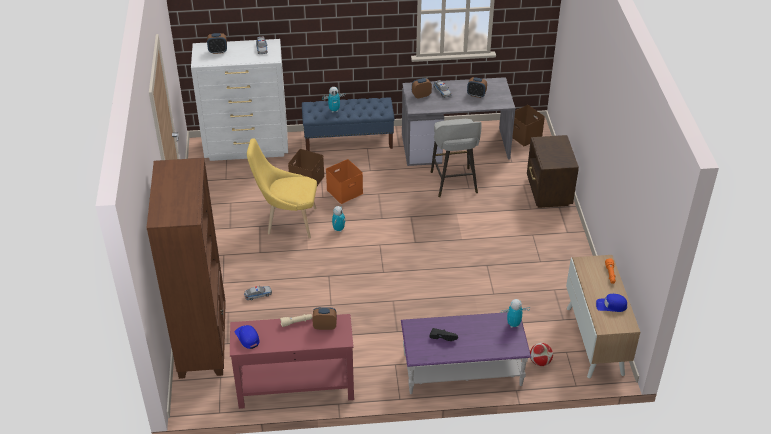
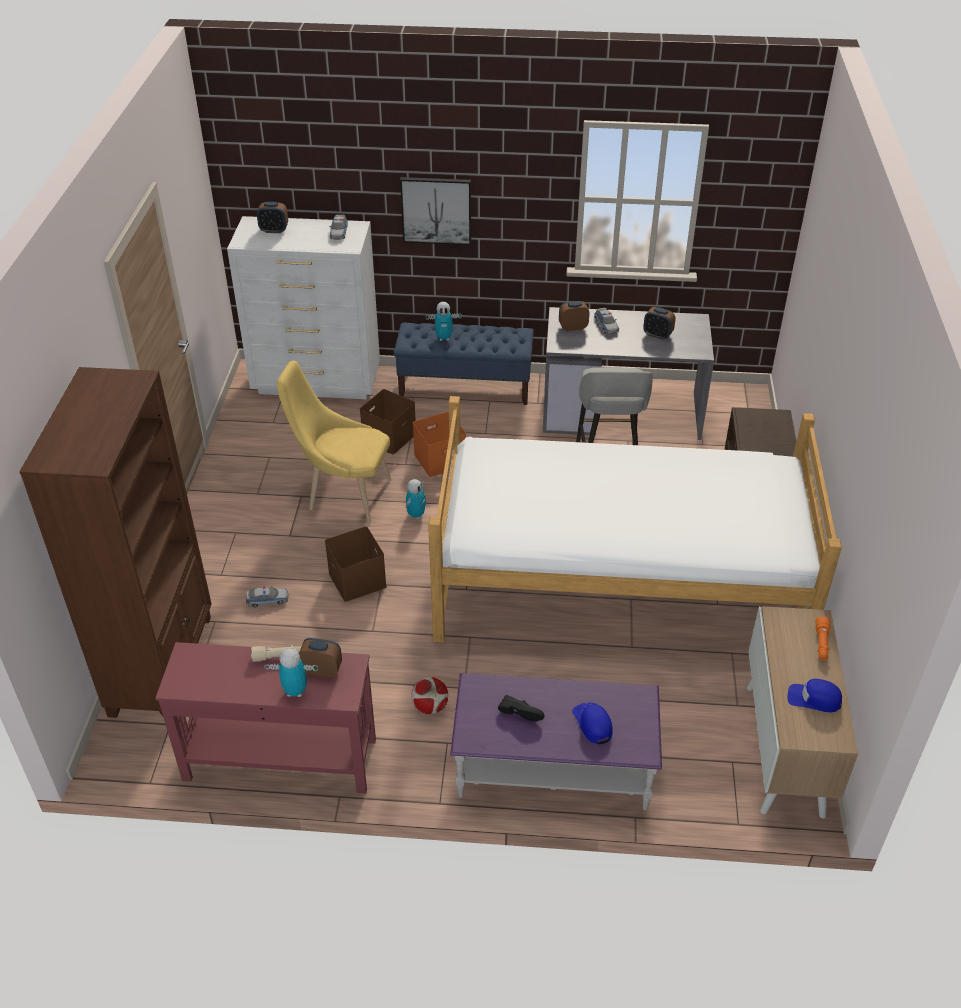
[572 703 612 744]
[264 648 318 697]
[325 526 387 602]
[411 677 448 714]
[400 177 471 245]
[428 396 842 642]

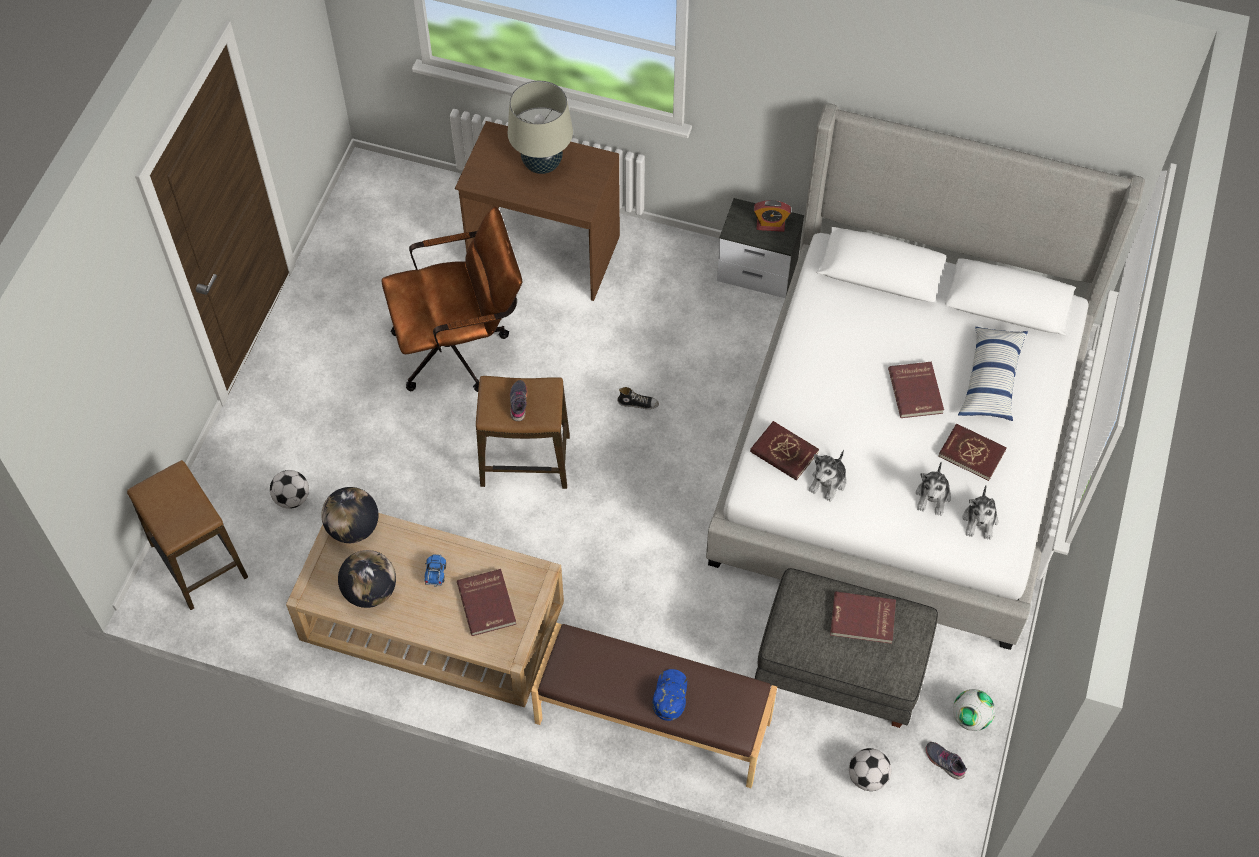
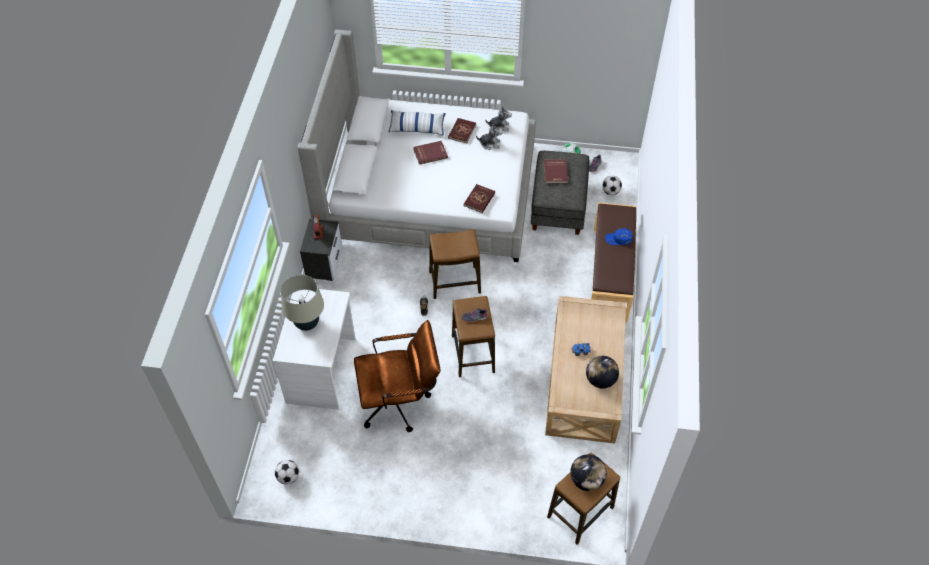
[275 460 299 485]
[570 454 607 491]
[354 320 441 432]
[273 289 356 410]
[457 569 516 636] (first image)
[809 450 847 502] (first image)
[429 229 481 299]

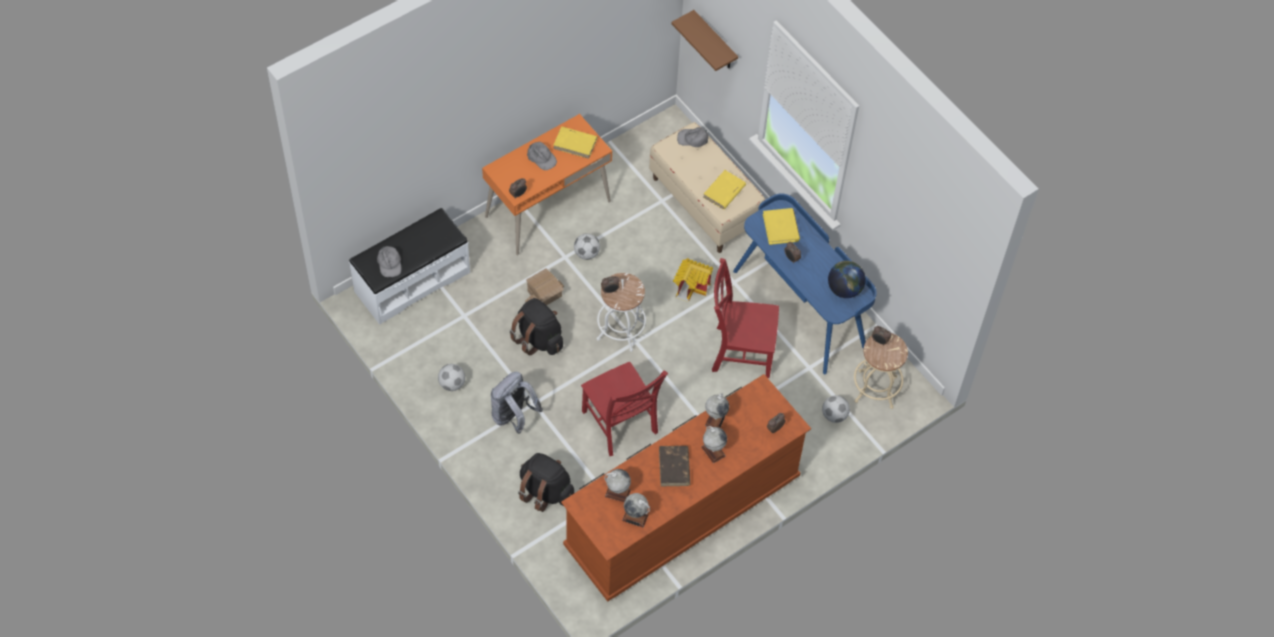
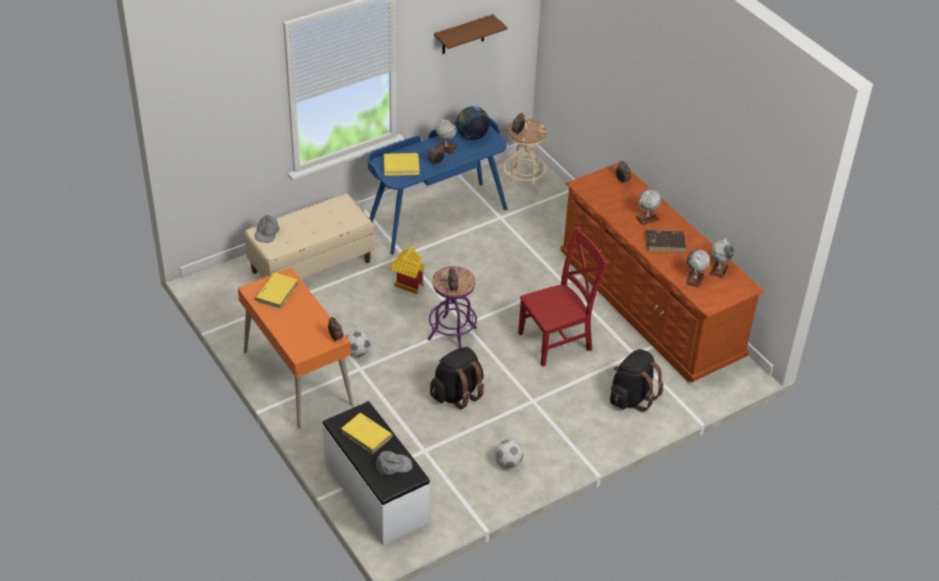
[491 372 543 434] (first image)
[525 268 564 305] (first image)
[527 142 557 170] (first image)
[428 266 477 348]
[434 15 508 54]
[341 413 393 454]
[435 119 457 154]
[712 258 779 378] (first image)
[822 395 850 423] (first image)

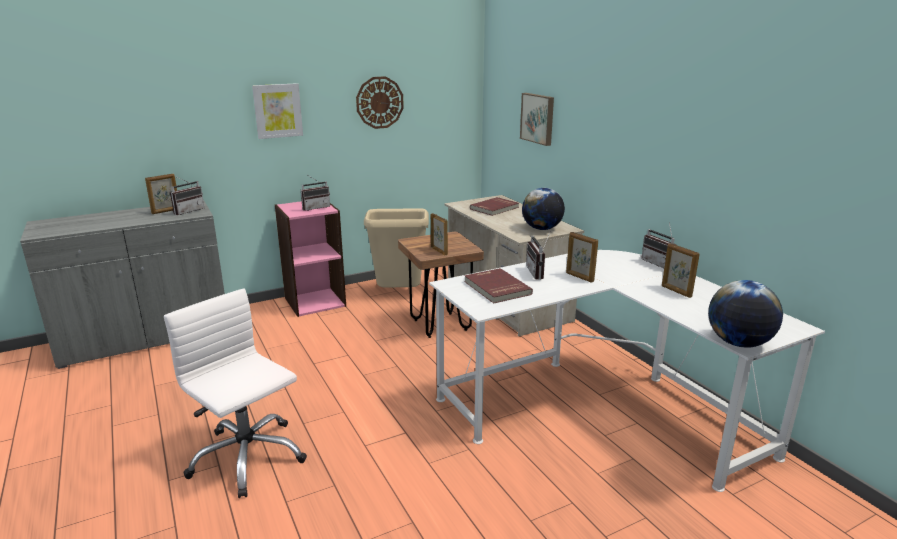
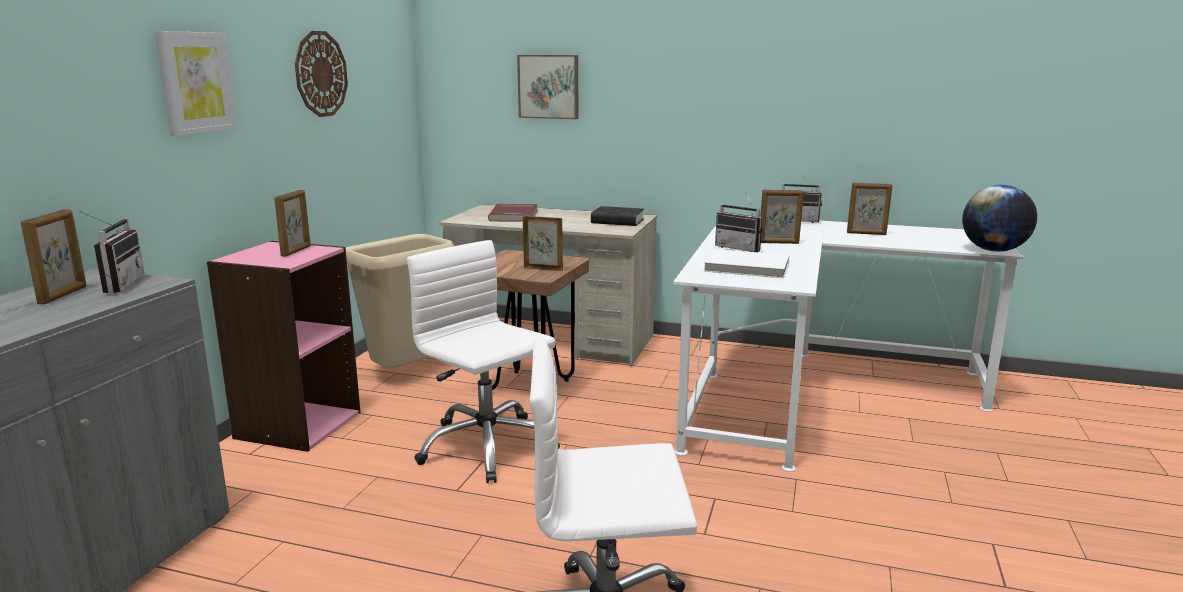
[274 190 311 257]
[704 249 789 278]
[591 206 644 226]
[407 240 560 483]

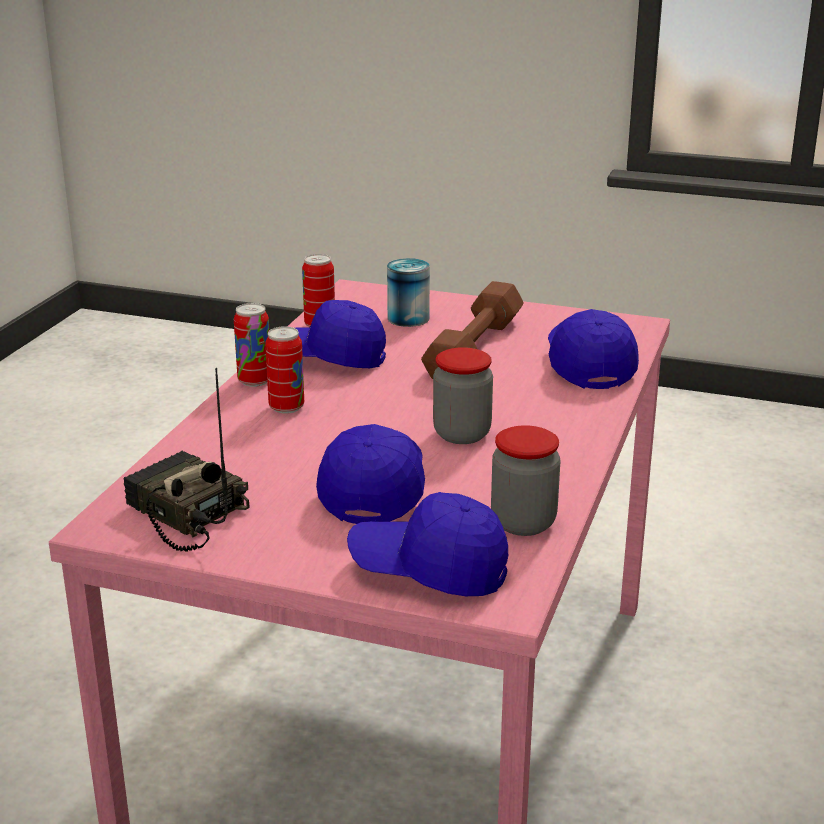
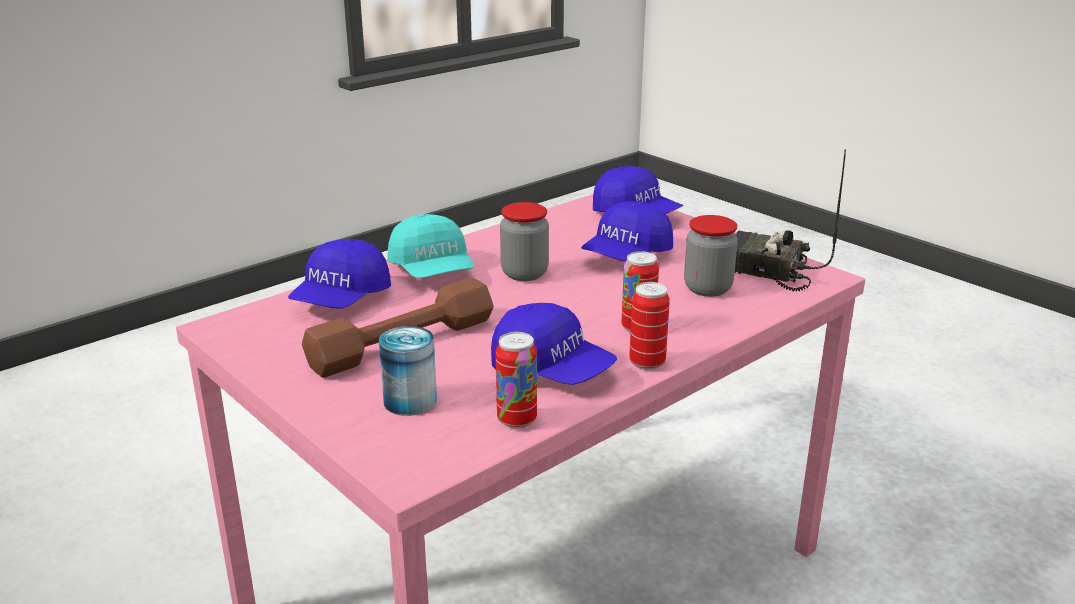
[735 149 846 291]
[684 215 738 297]
[387 214 474 278]

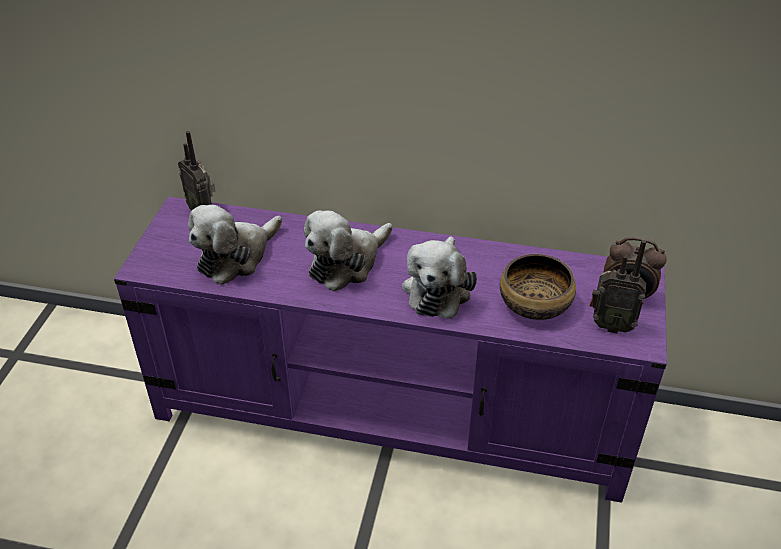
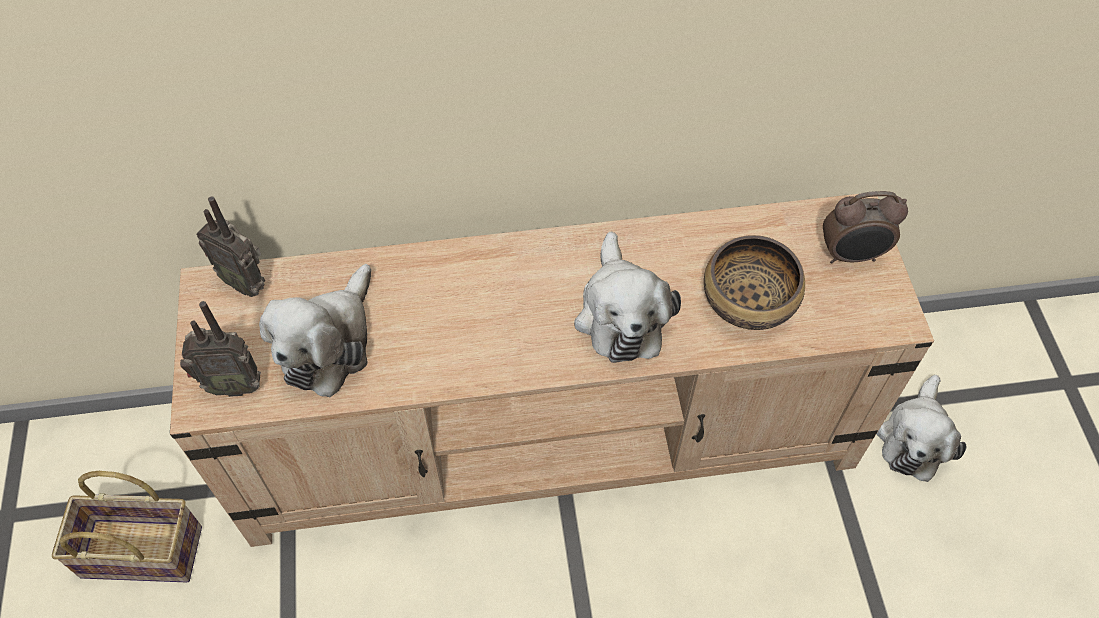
[170 194 934 547]
[877 375 967 482]
[180 301 261 397]
[52 471 202 582]

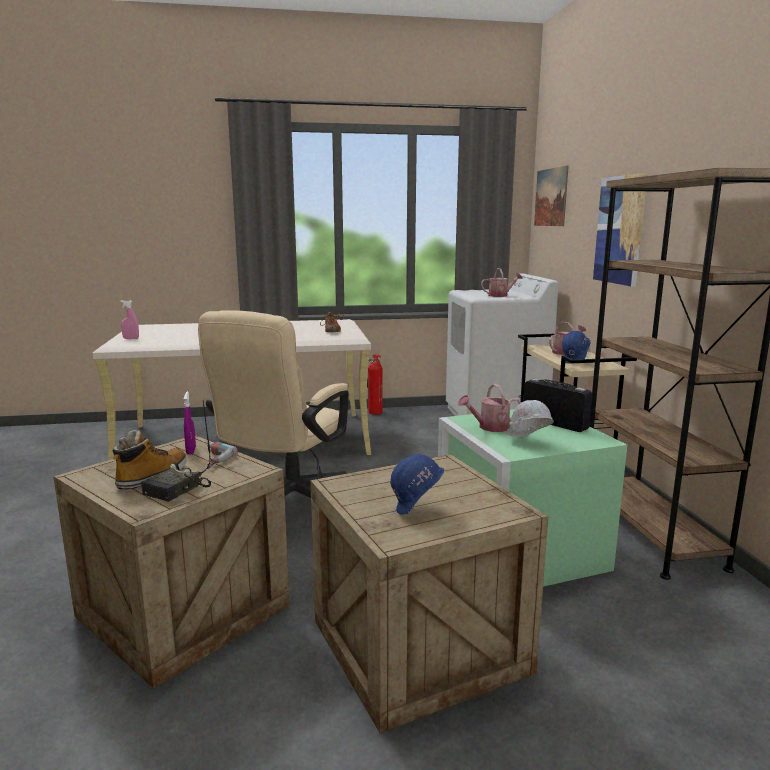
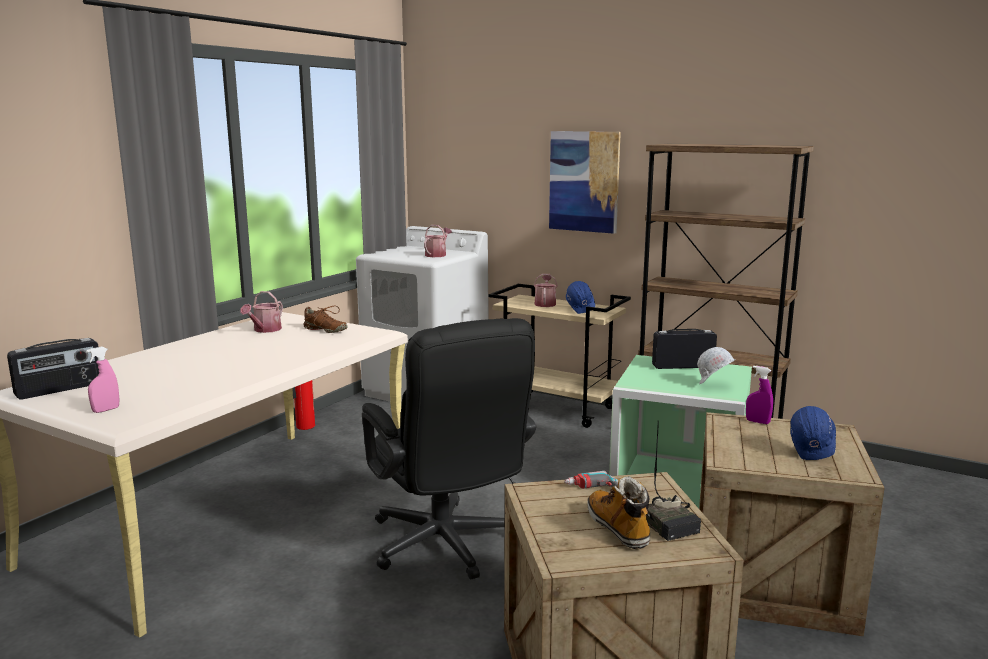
[746 366 773 424]
[362 318 536 580]
[240 291 283 333]
[534 165 569 226] (first image)
[7 338 99 399]

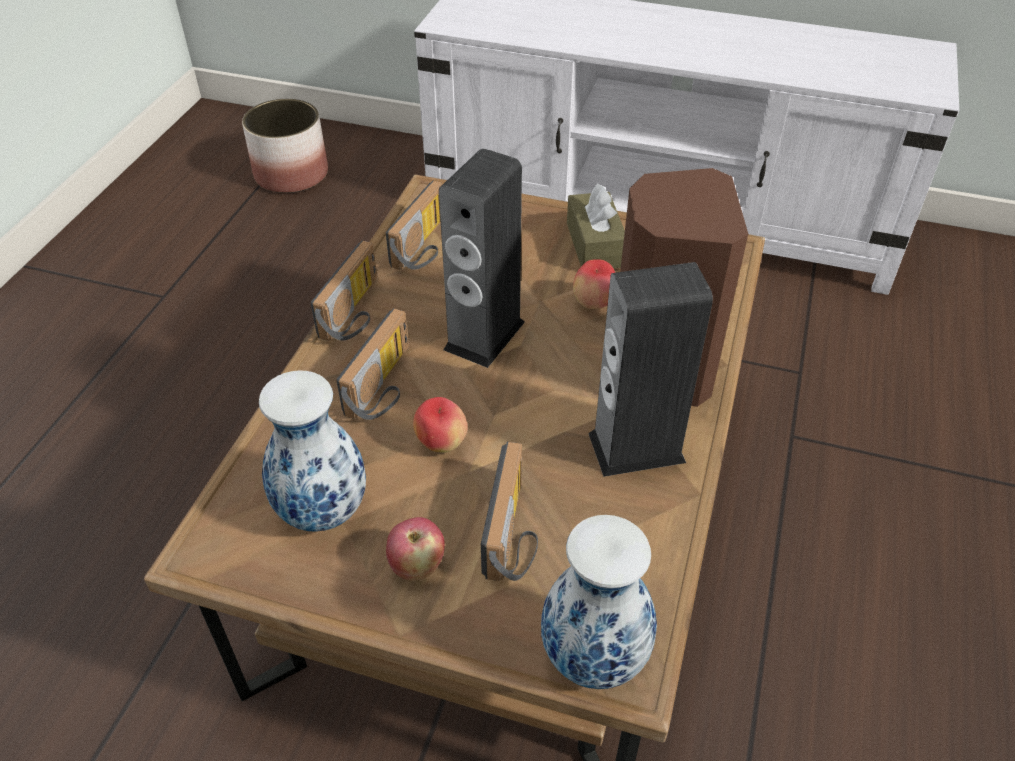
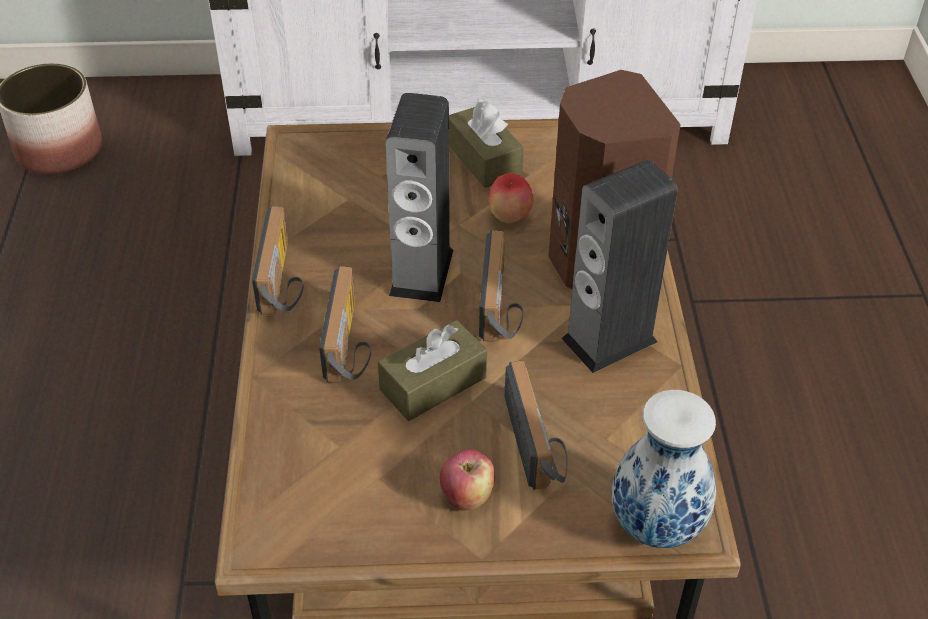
[259 370 366 532] (first image)
[479 230 523 342]
[378 320 487 421]

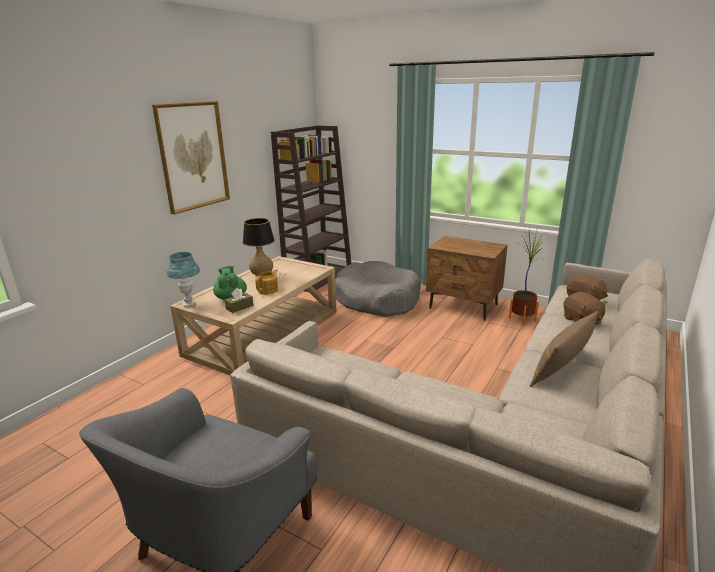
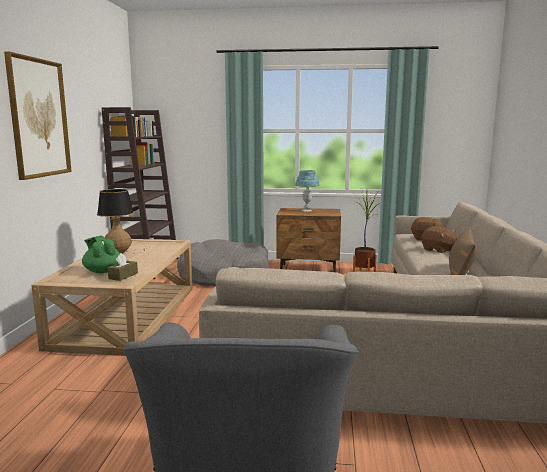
[295 170 320 212]
[255 269 278 295] (first image)

